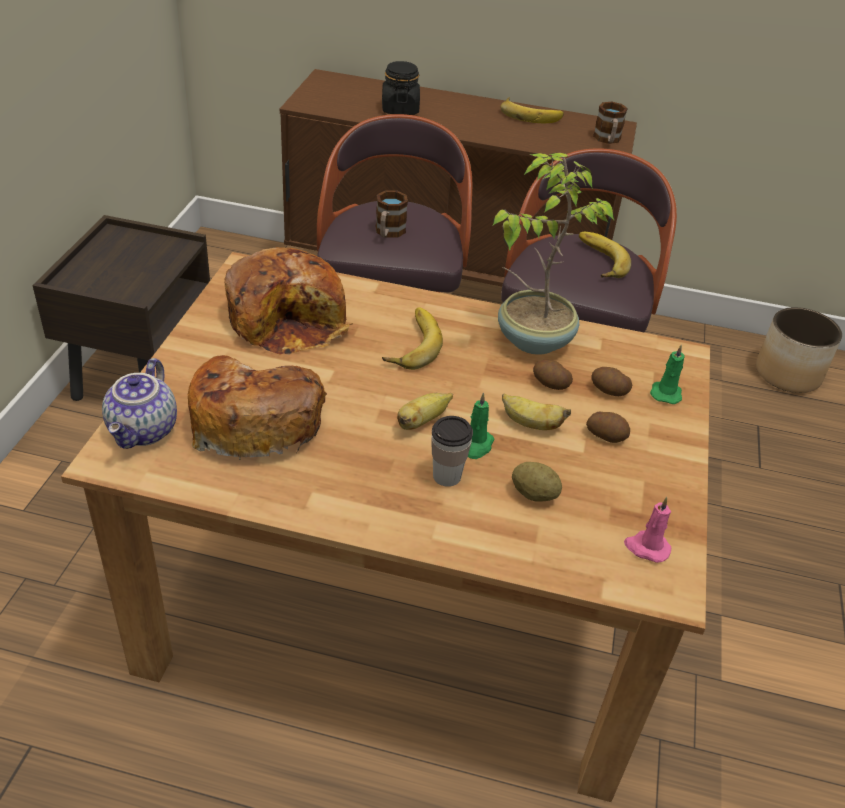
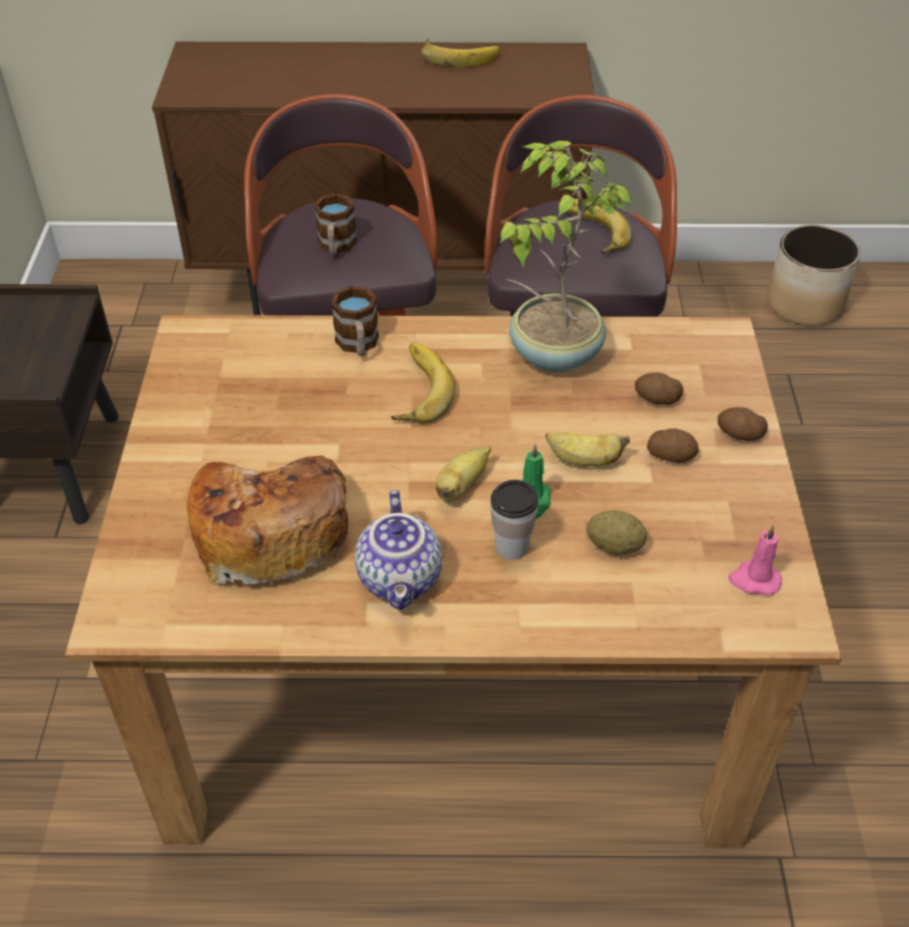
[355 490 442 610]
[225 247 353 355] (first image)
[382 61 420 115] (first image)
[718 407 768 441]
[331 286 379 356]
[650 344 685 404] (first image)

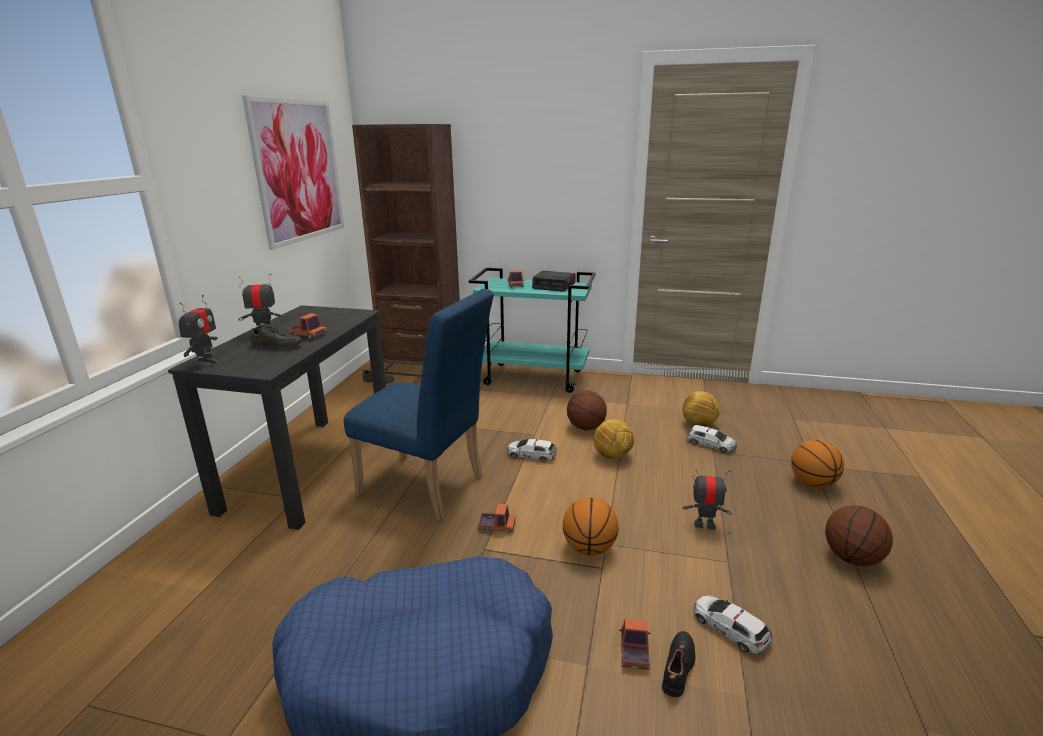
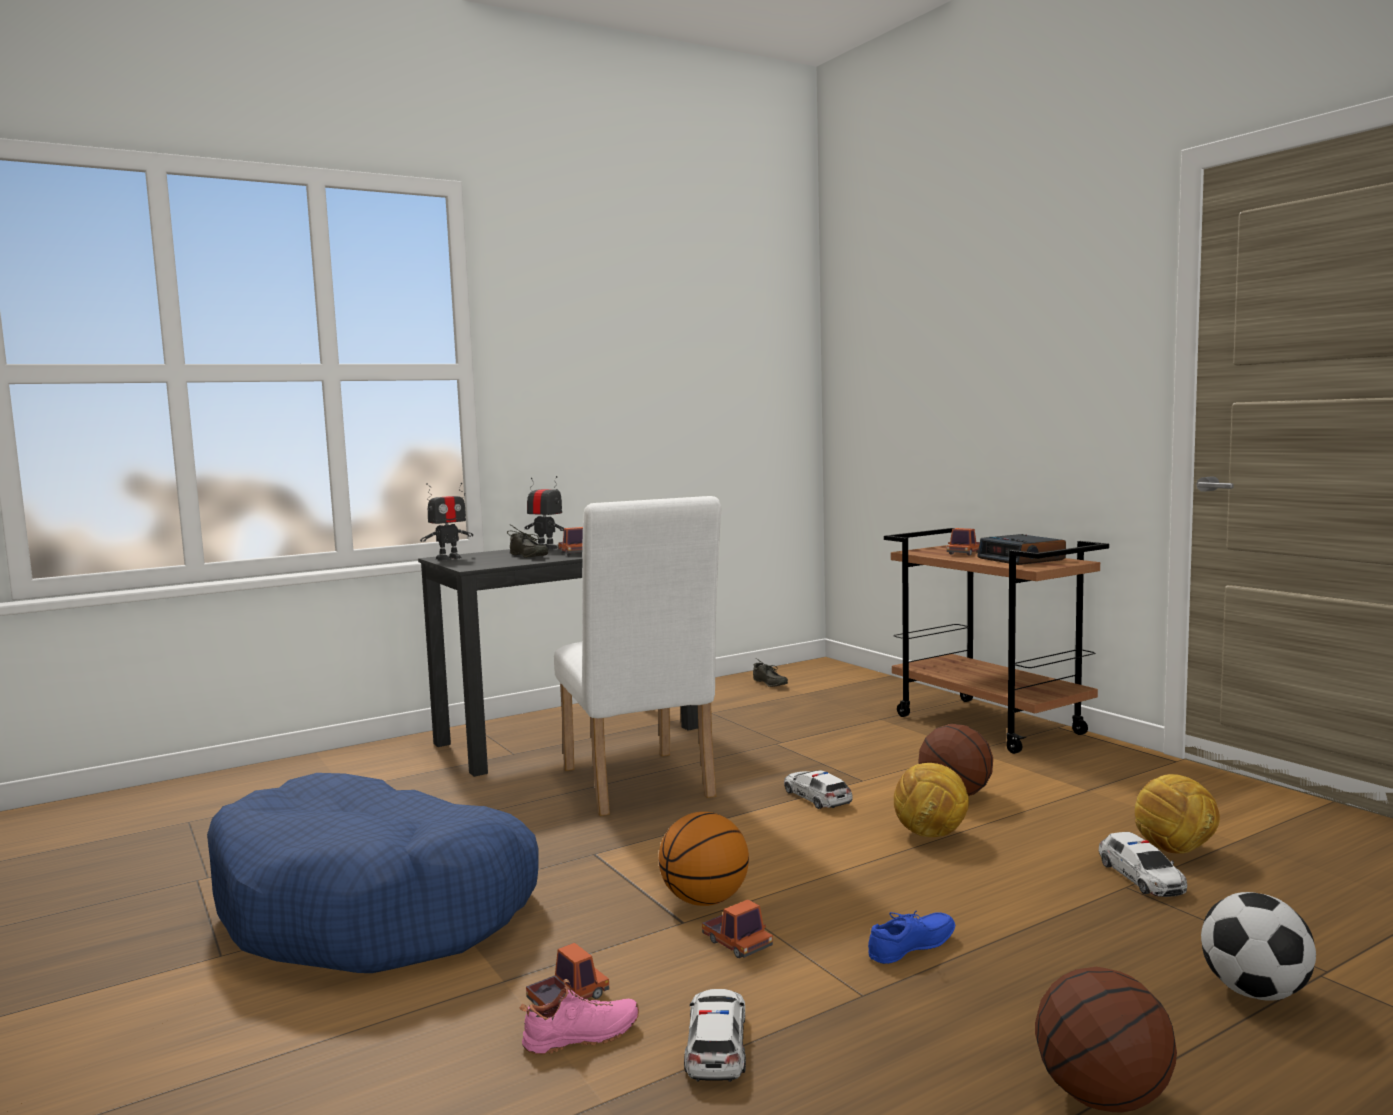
[242 95 344 250] (first image)
[554 496 722 816]
[352 124 460 377] (first image)
[884 528 1109 754]
[702 900 773 958]
[520 979 639 1055]
[868 911 955 964]
[1201 892 1316 1001]

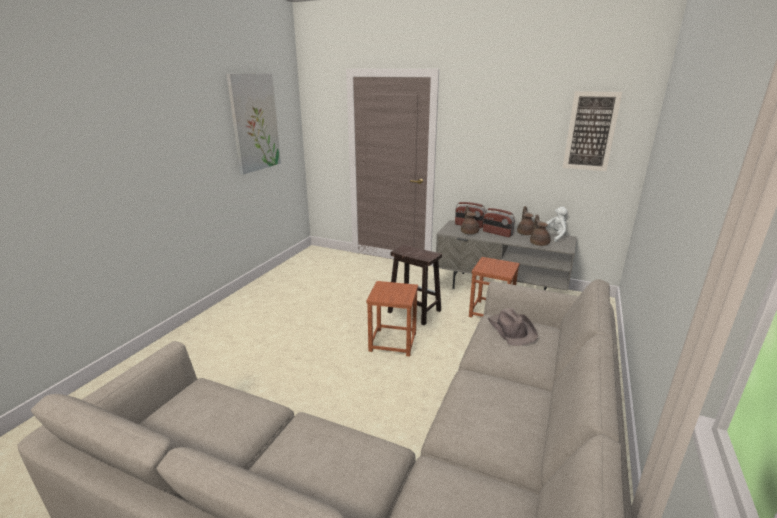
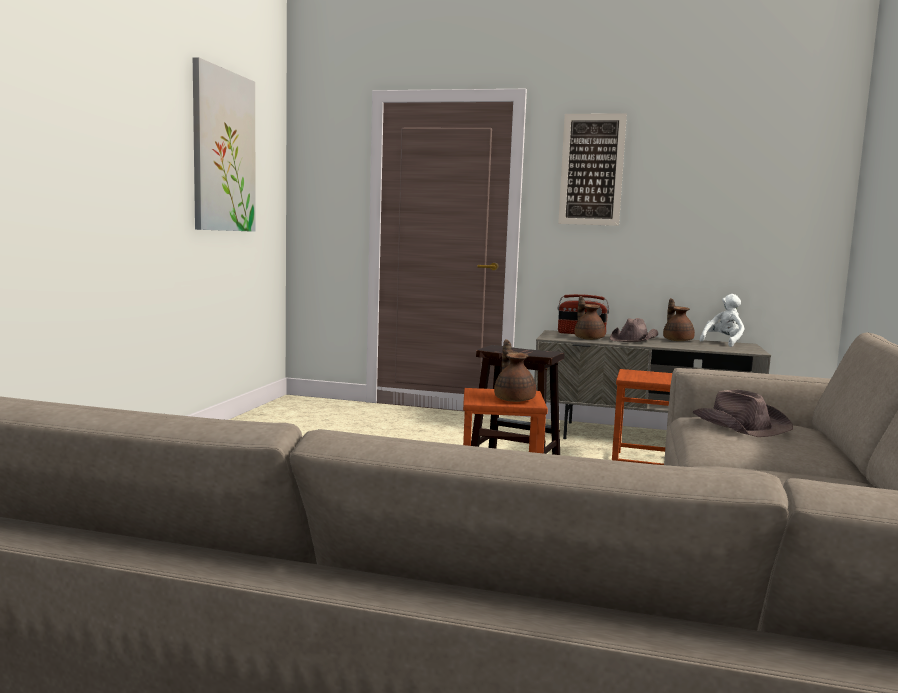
[609 318 658 342]
[494 339 536 402]
[558 114 627 226]

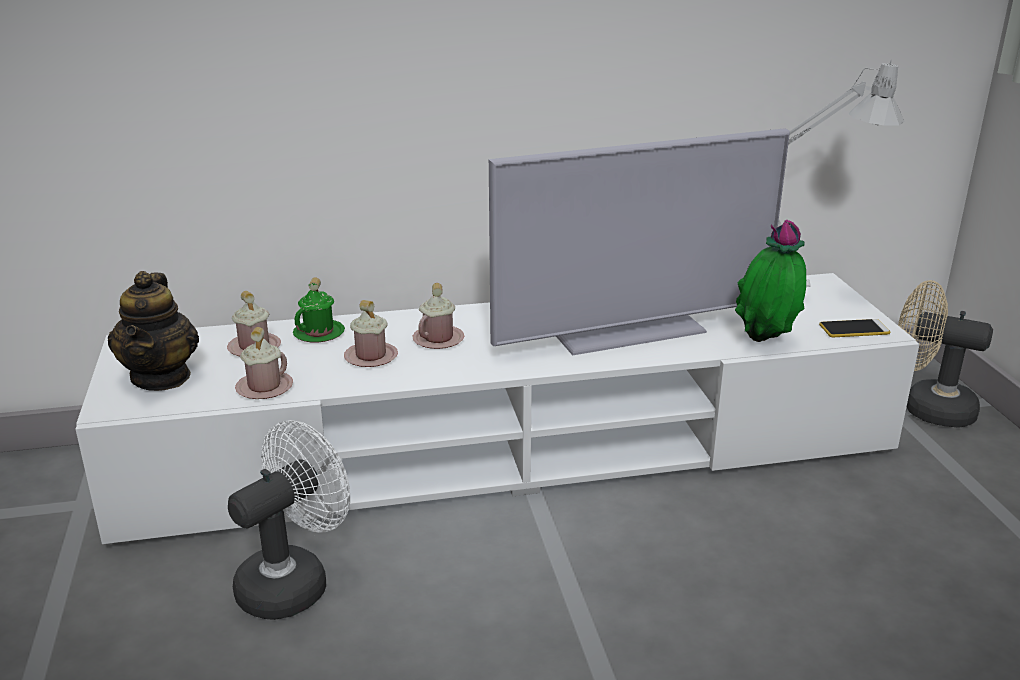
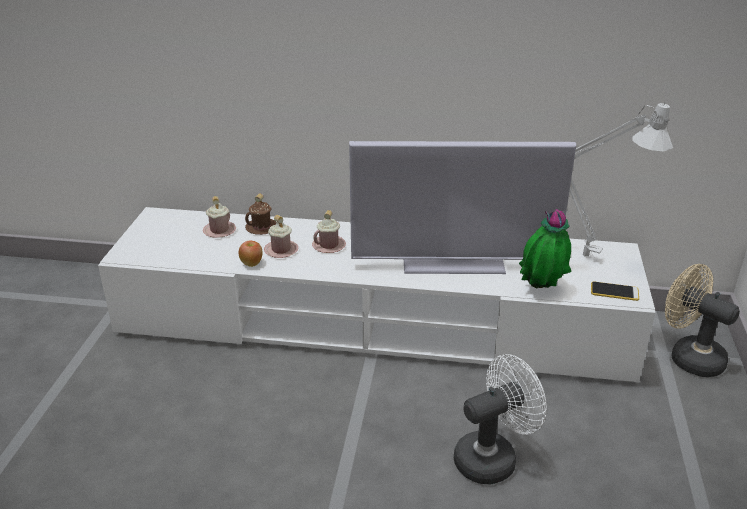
[108 271 199 391] (first image)
[454 354 547 484]
[235 327 293 399] (first image)
[245 193 277 235]
[239 241 262 267]

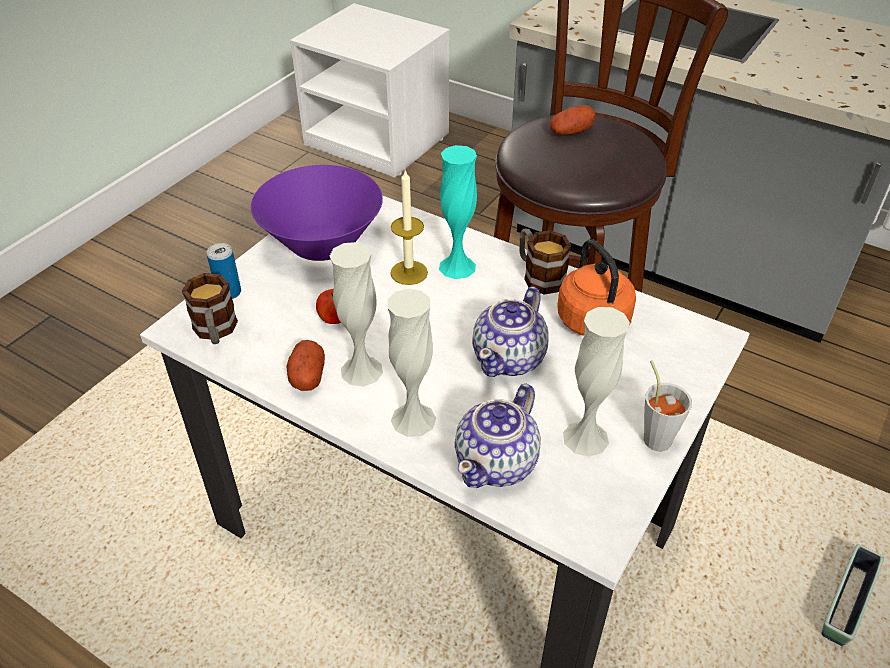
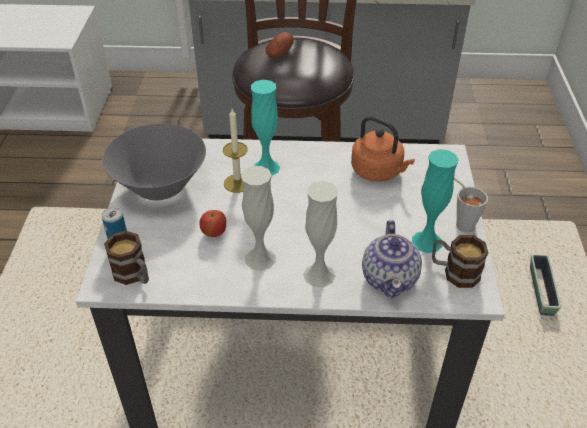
[102 123 206 200]
[286 340 325 391] (first image)
[472 286 548 377] (first image)
[432 235 488 288]
[412 149 459 253]

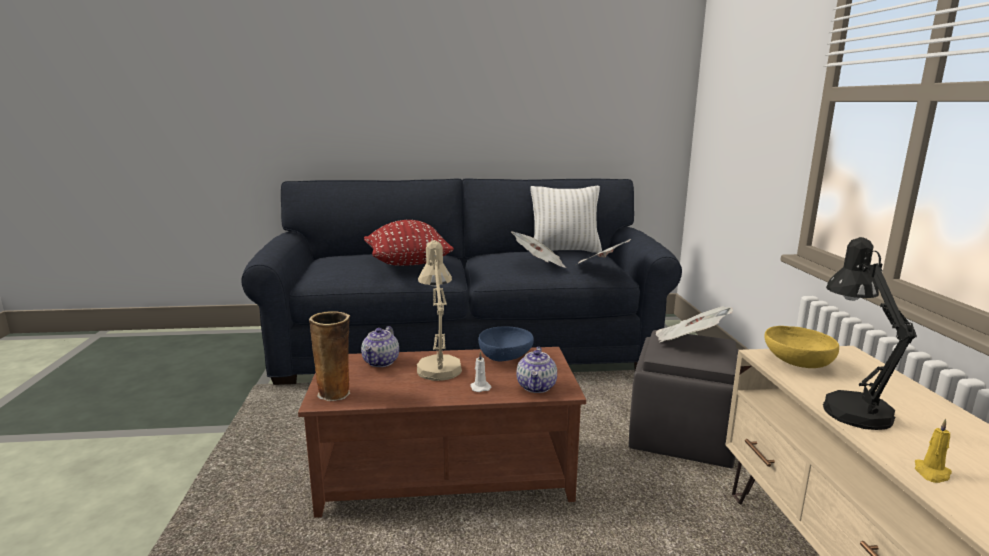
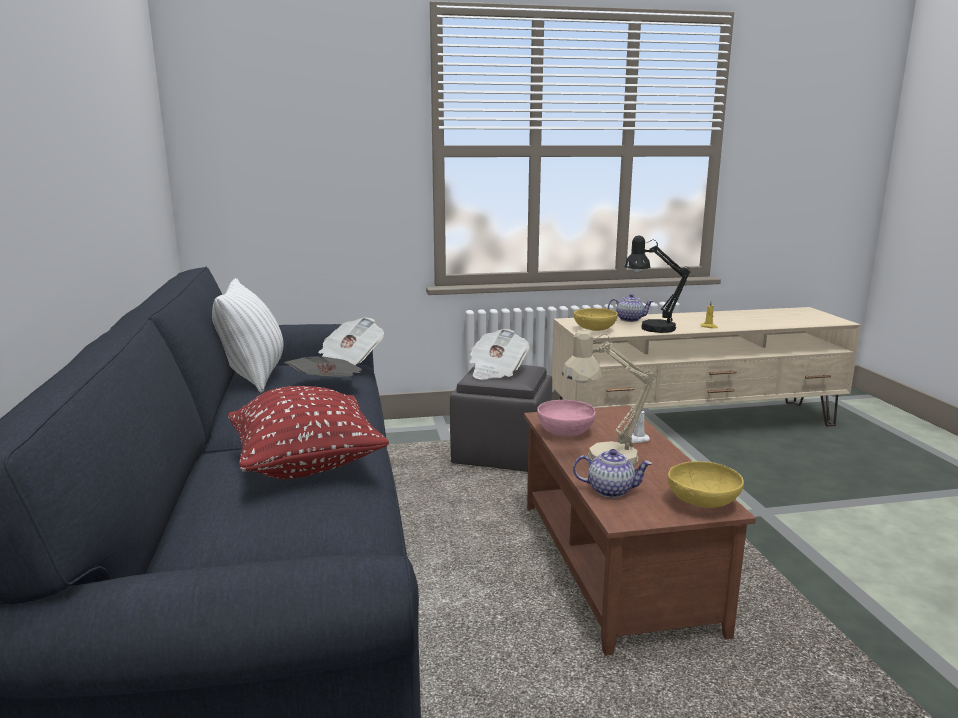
[667 461 744 508]
[537 400 596 436]
[608 294 654 322]

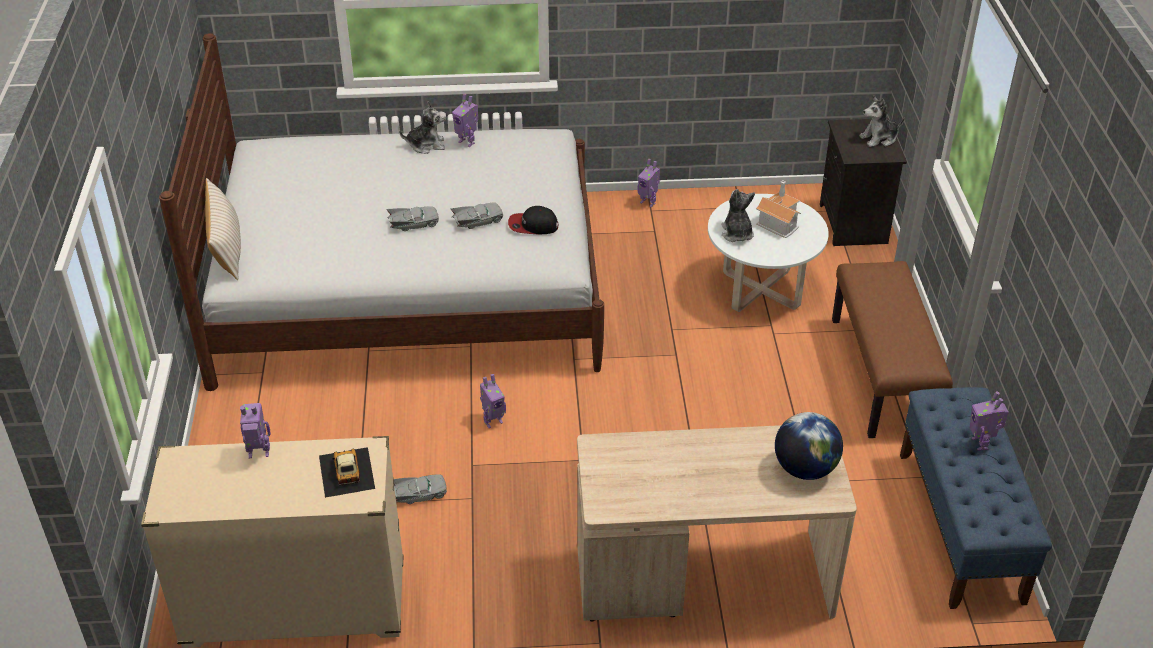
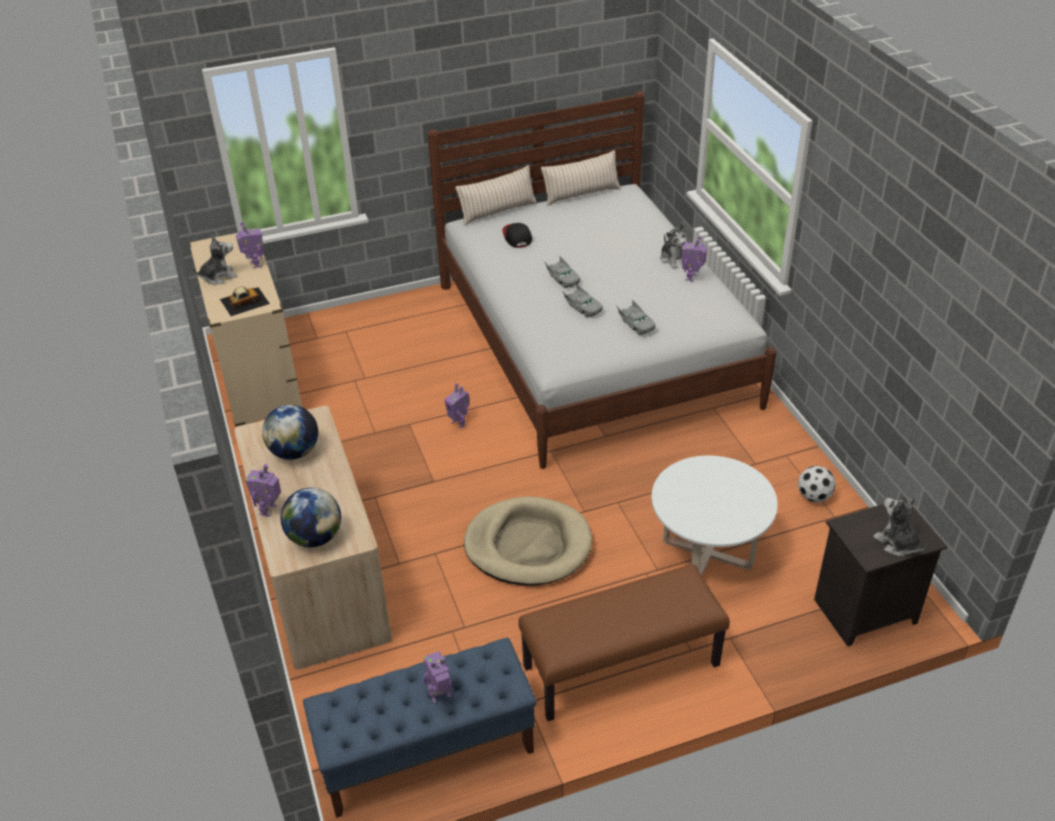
[616 300 656 335]
[502 223 532 248]
[245 464 281 517]
[191 235 237 285]
[756 180 801 238] (first image)
[262 405 318 460]
[464 496 592 586]
[541 150 620 206]
[798 466 836 502]

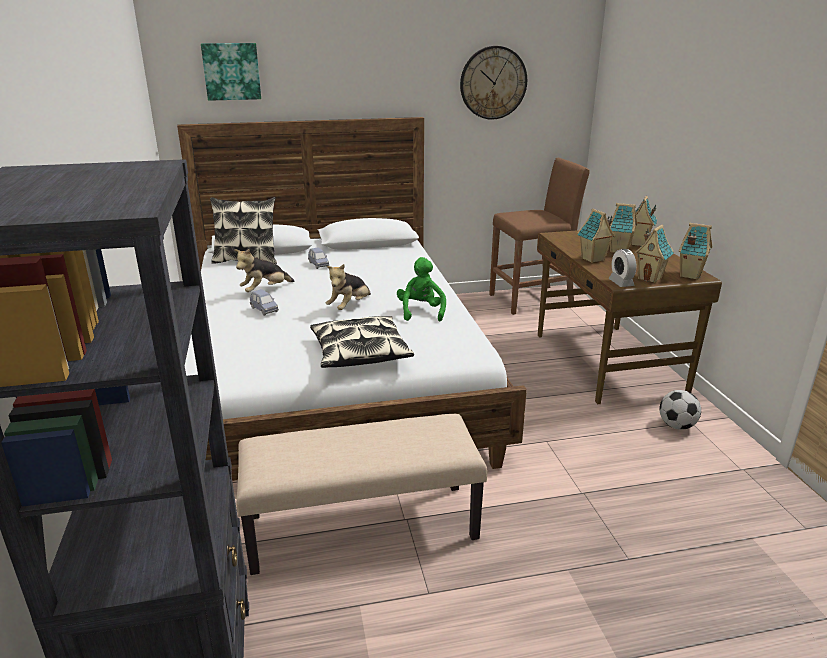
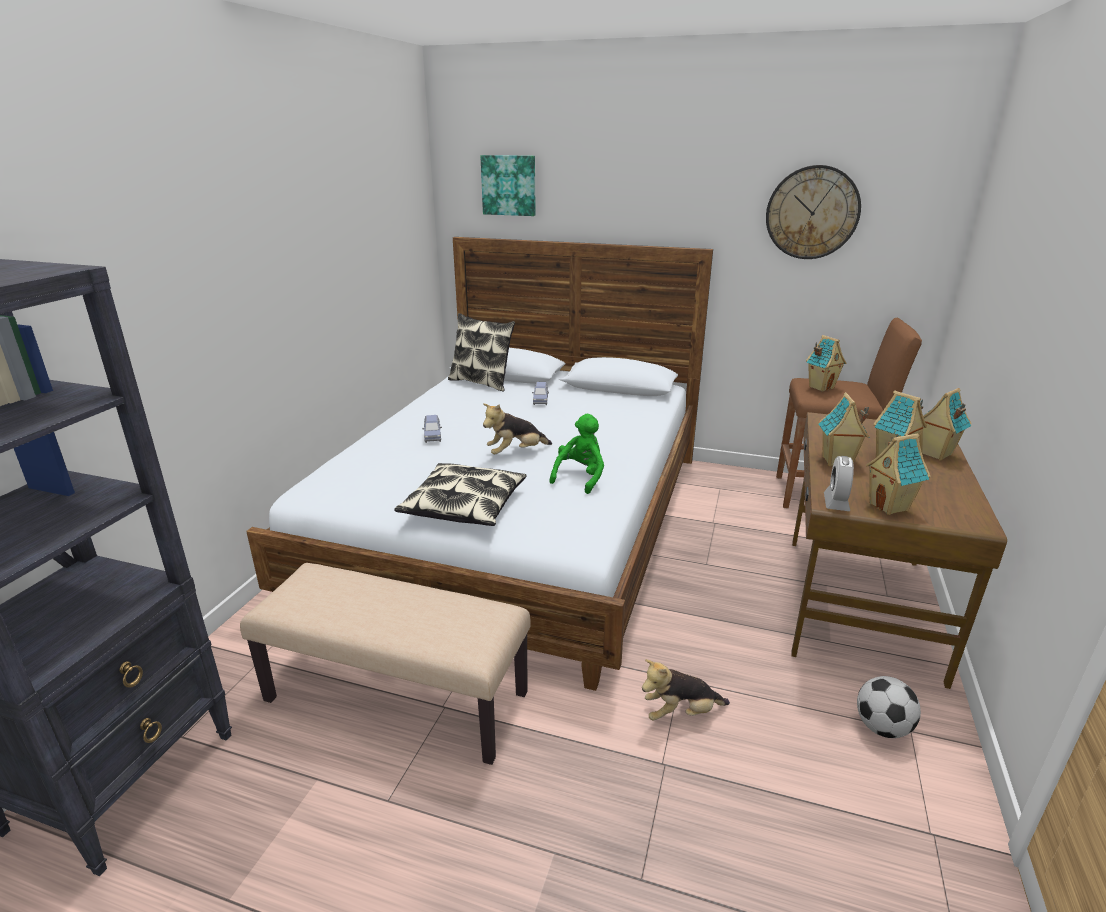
[642 659 730 721]
[806 335 846 392]

